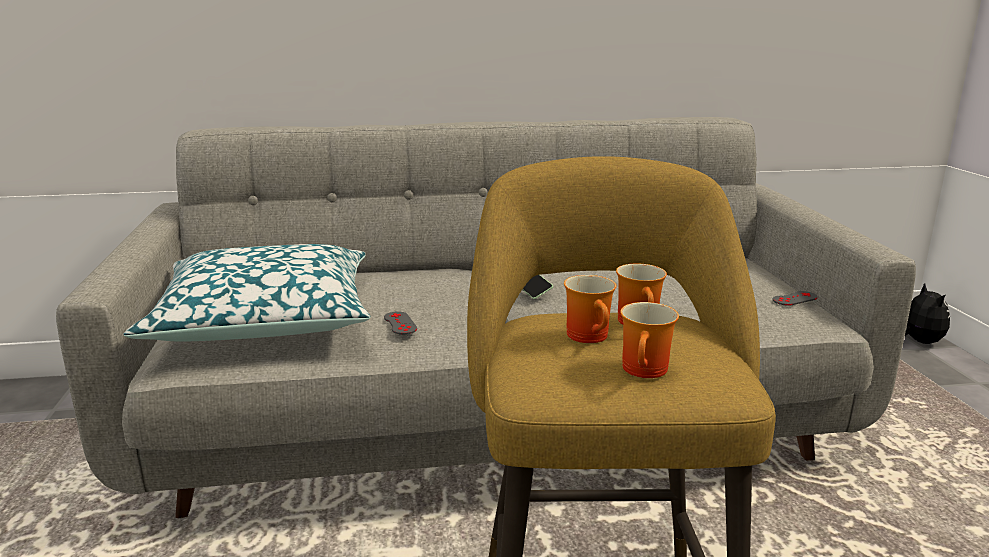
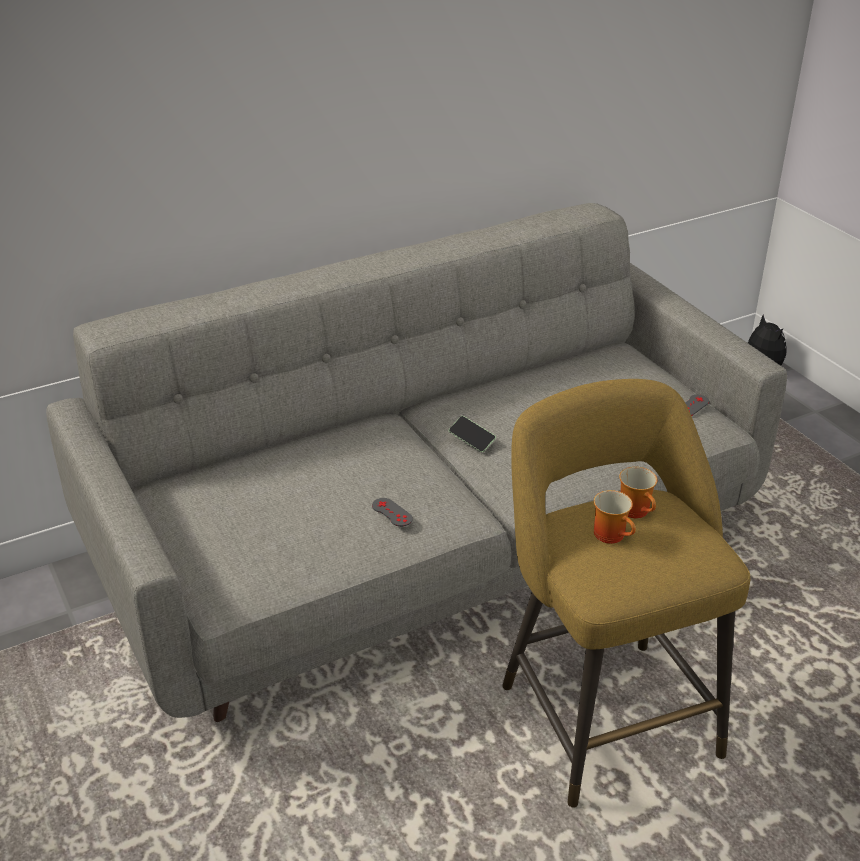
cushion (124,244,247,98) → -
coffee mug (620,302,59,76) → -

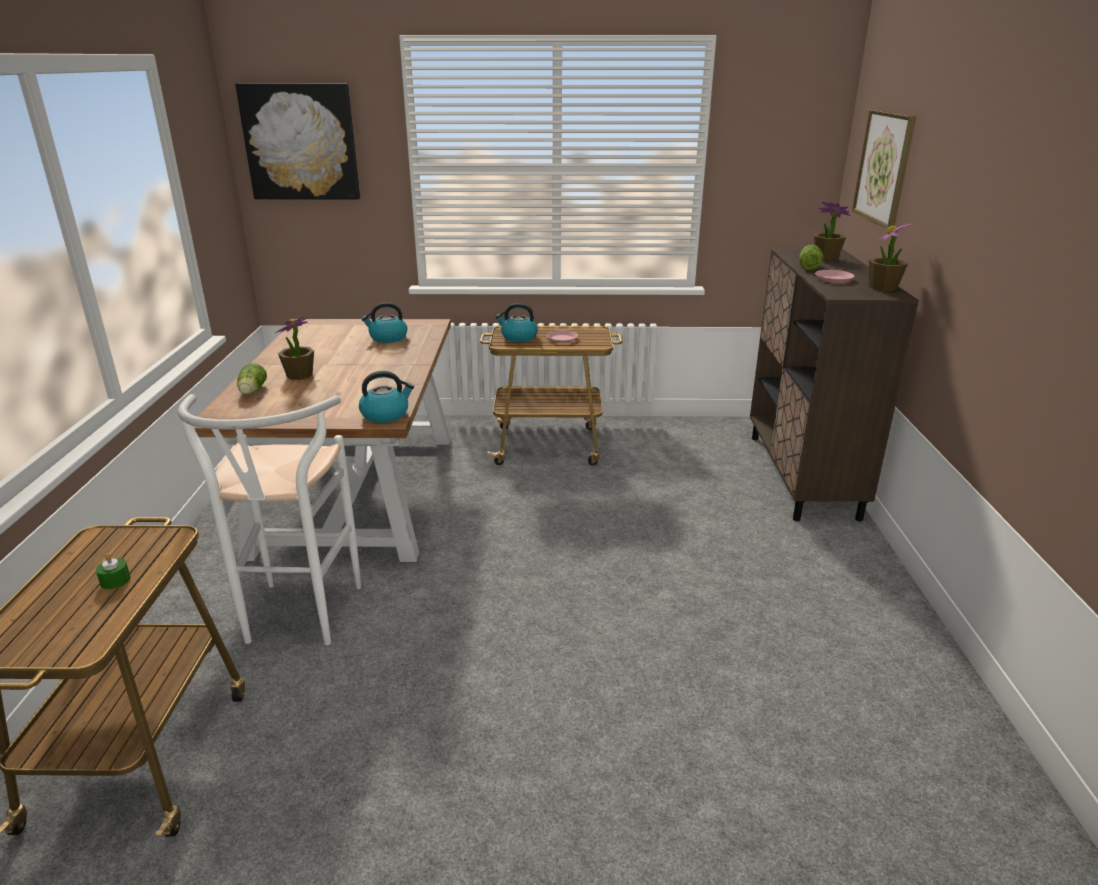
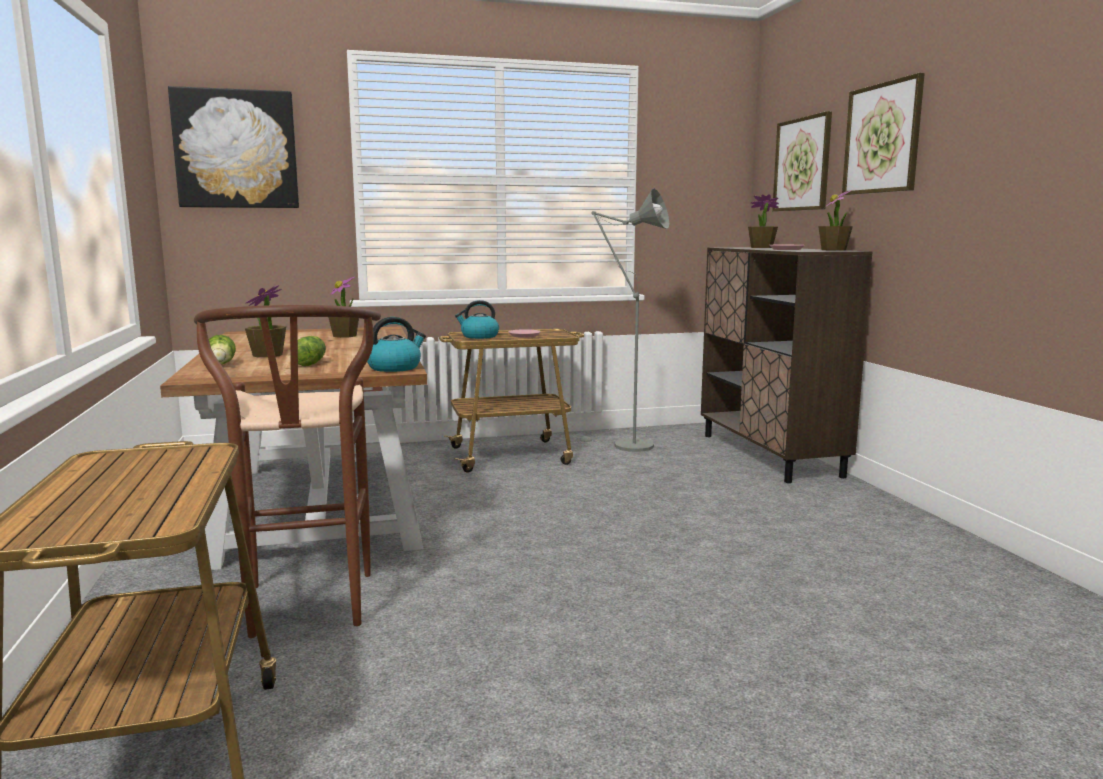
stool seat in white-coloured (177,394,184,251) → stool seat in brownish (194,305,187,333)
lettuce head (799,245,25,25) → lettuce head (298,336,28,30), relocated
tea kettle (361,302,46,41) → houseplant (328,276,31,62)
- → standing lamp in grey (576,188,93,264)
- → wall art (842,73,83,122)
wax candle in green (96,554,34,35) → -

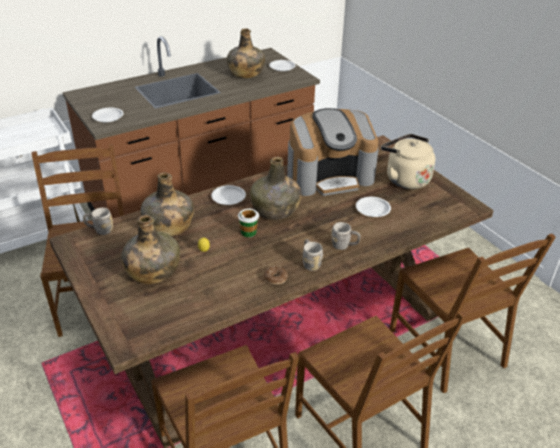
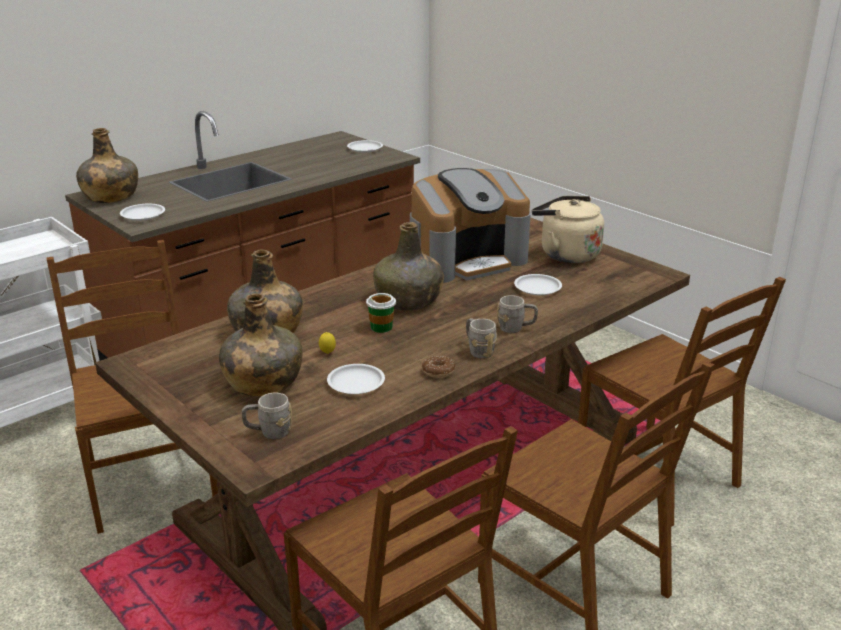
beverage bottle in green (227,28,38,50) → beverage bottle in green (76,128,62,75), relocated
coffee mug in grey (83,208,30,27) → coffee mug in grey (242,393,50,46), relocated
flat dish in white-coloured (211,185,35,20) → flat dish in white-coloured (327,364,58,30), relocated

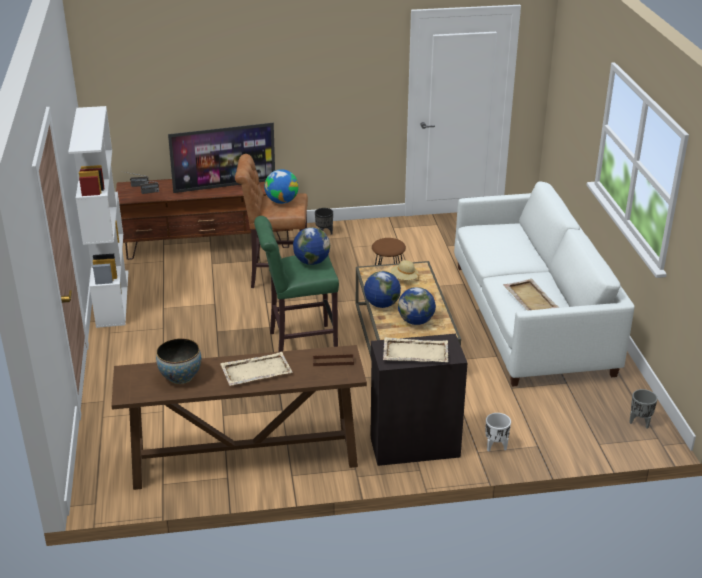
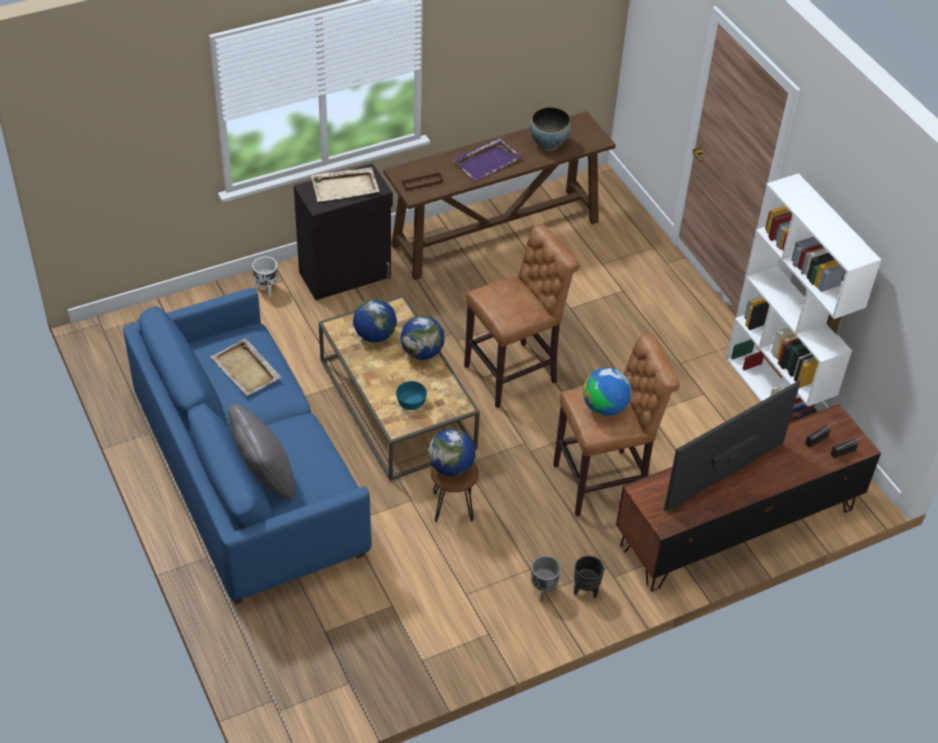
couch in white-coloured (454,181,180,206) → couch in bluish (123,288,249,316)
- → cushion in grey (228,403,67,97)
hat in sand-coloured (391,260,28,20) → deep dish in turquoise (396,381,31,29)
world globe (293,227,37,38) → world globe (428,429,47,47), relocated
carrying tray in sand-coloured (220,352,73,34) → carrying tray in purple-coloured (452,138,70,43)
stool seat in green (254,216,85,136) → stool seat in brownish (464,224,116,184)
plant pot in grey (629,389,29,40) → plant pot in grey (531,556,30,45), relocated

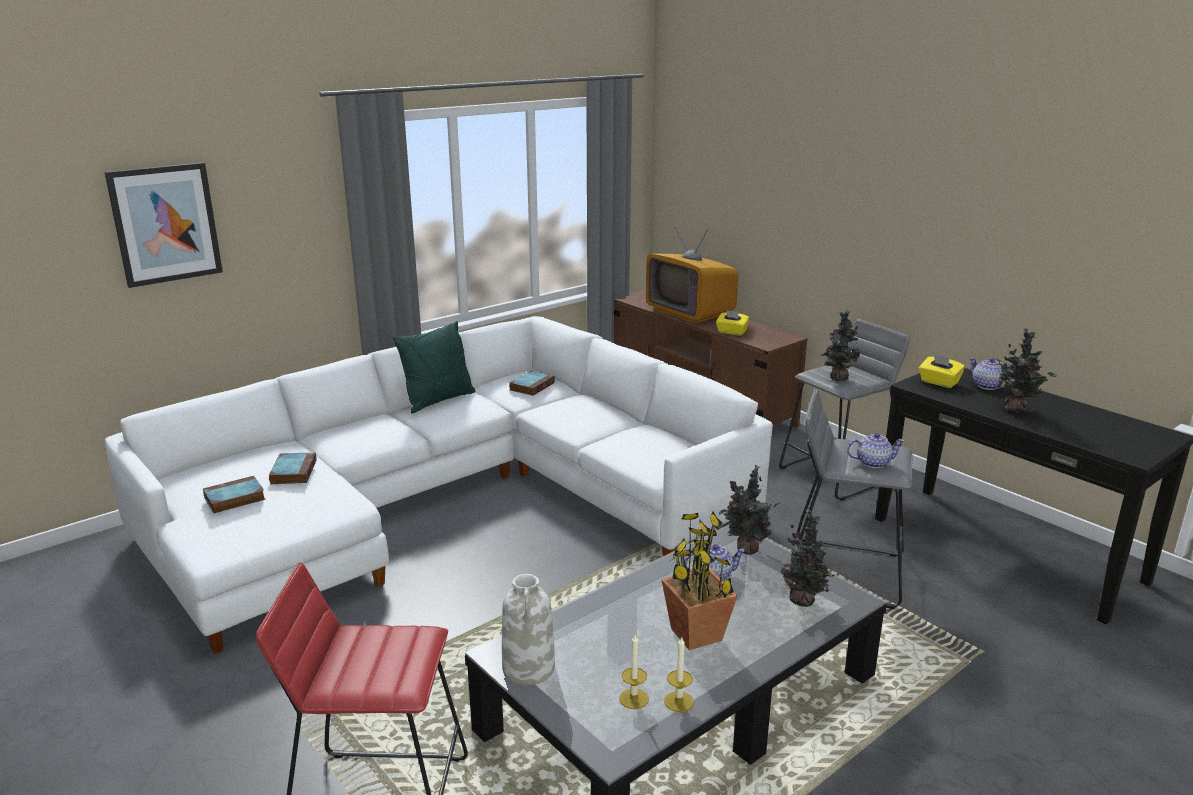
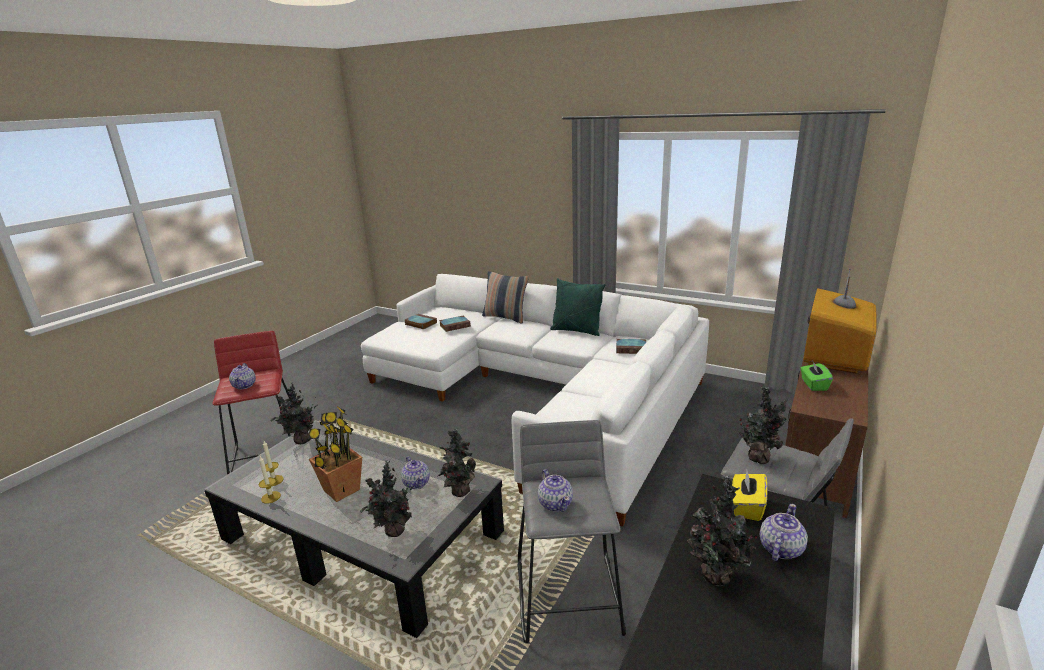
- → tea pot (229,363,27,26)
decorative vase in white-coloured (502,574,53,111) → houseplant (270,383,47,61)
- → cushion (482,271,47,52)
tissue holder in yellow-coloured (716,310,34,26) → tissue holder in green (801,360,32,31)
wall art (105,162,118,126) → -

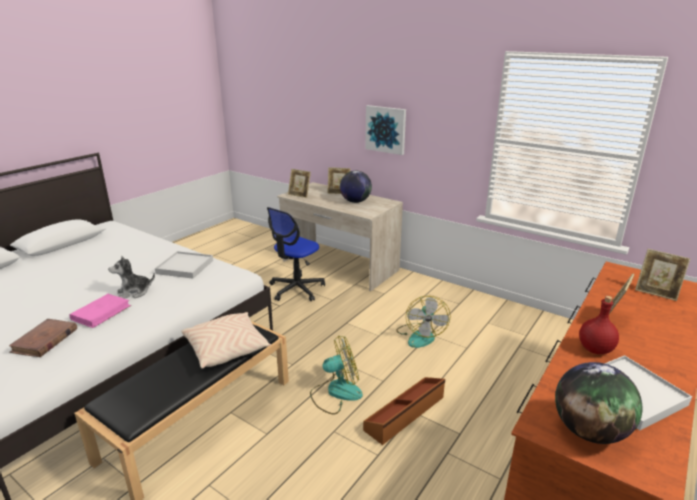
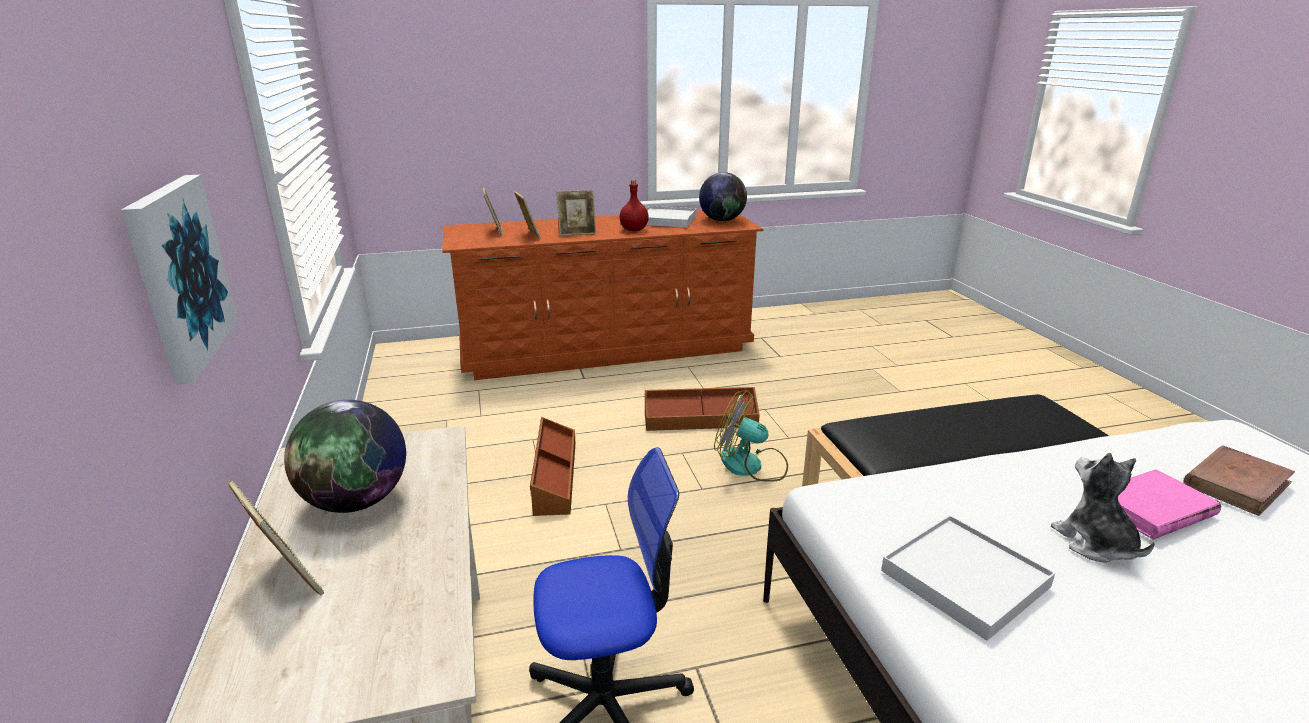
picture frame (288,169,23,29) → picture frame (514,191,27,48), relocated
cooling fan (396,296,55,52) → storage box in brownish (530,417,46,99)
cuddly toy (108,256,47,43) → cuddly toy (1051,453,104,110), 120 degrees counterclockwise
cushion in sand-coloured (181,312,90,57) → -

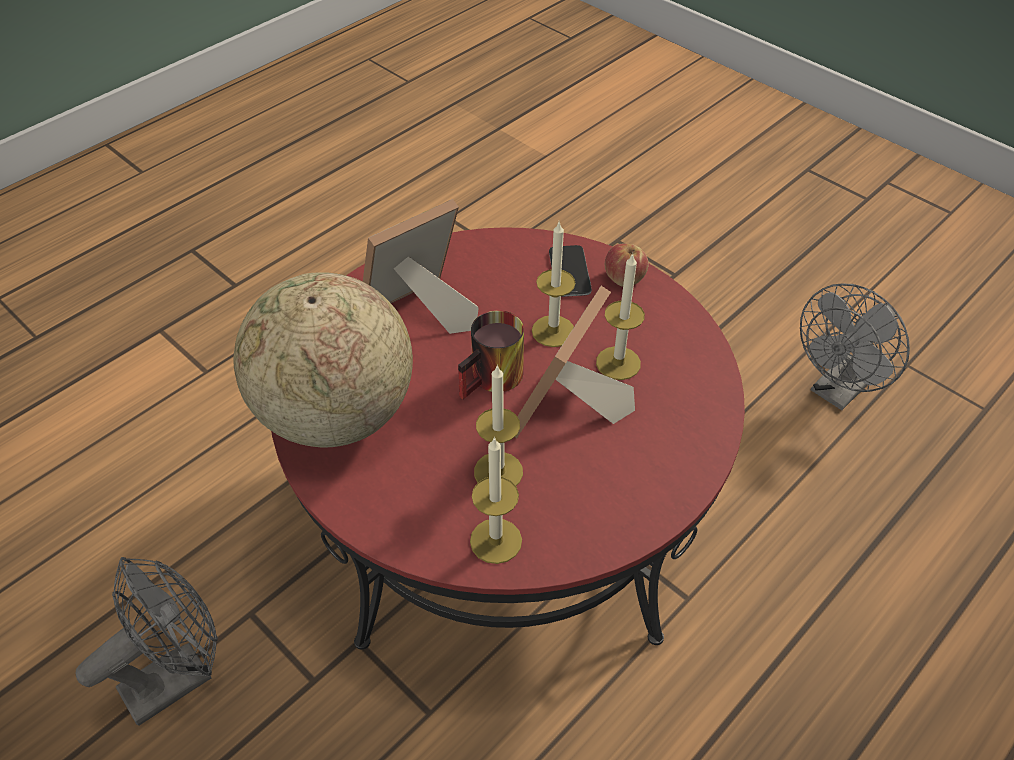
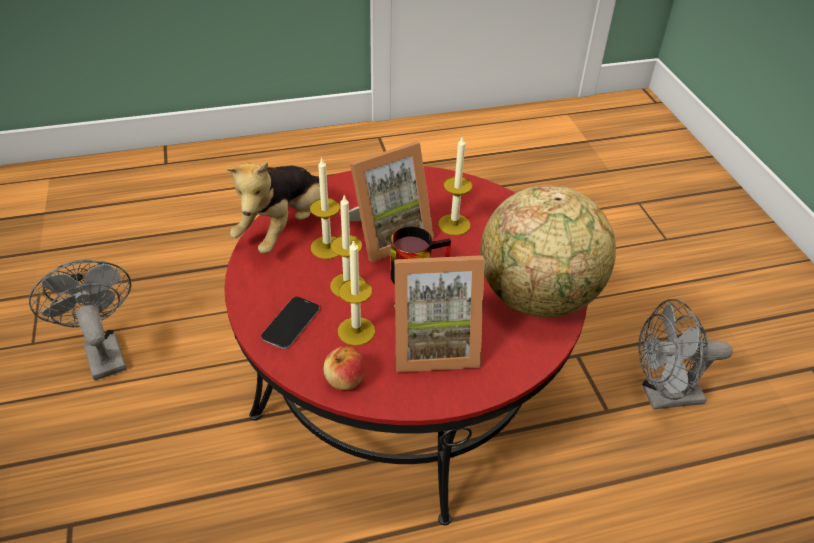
cooling fan in grey (800,284,110,126) → cooling fan in grey (29,260,102,120), 105 degrees counterclockwise
- → cuddly toy (226,162,94,92)
apple fruit (605,244,44,43) → apple fruit (323,346,42,44), relocated
wax candle (470,437,52,127) → wax candle (338,239,37,107), relocated

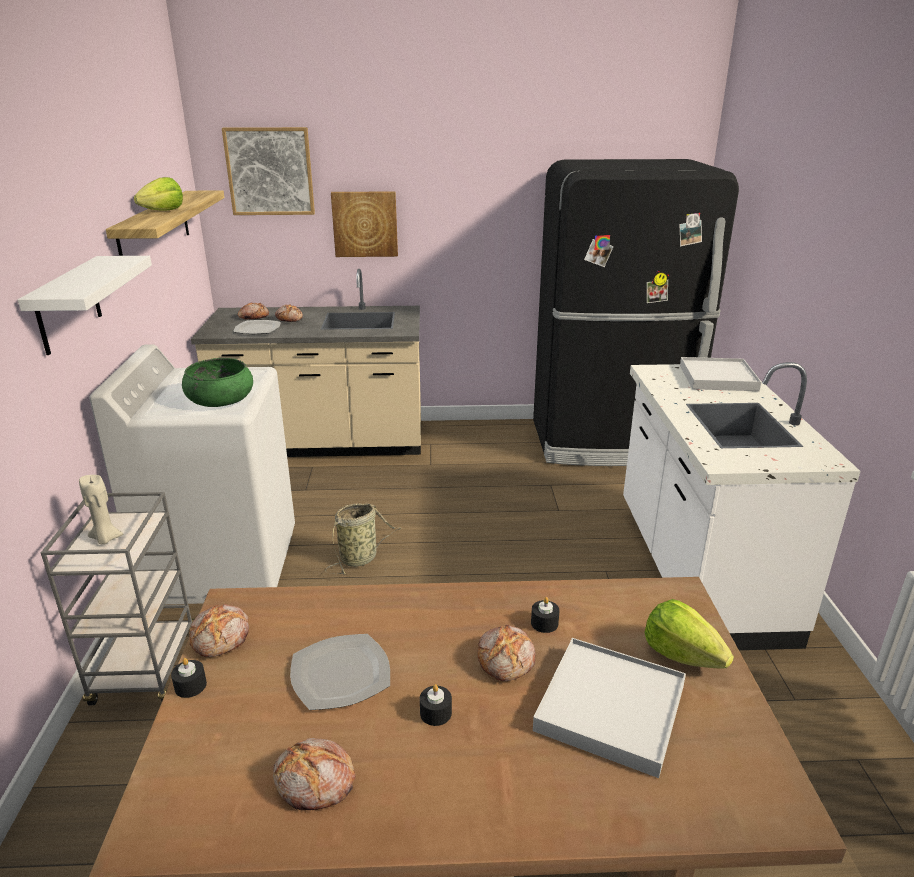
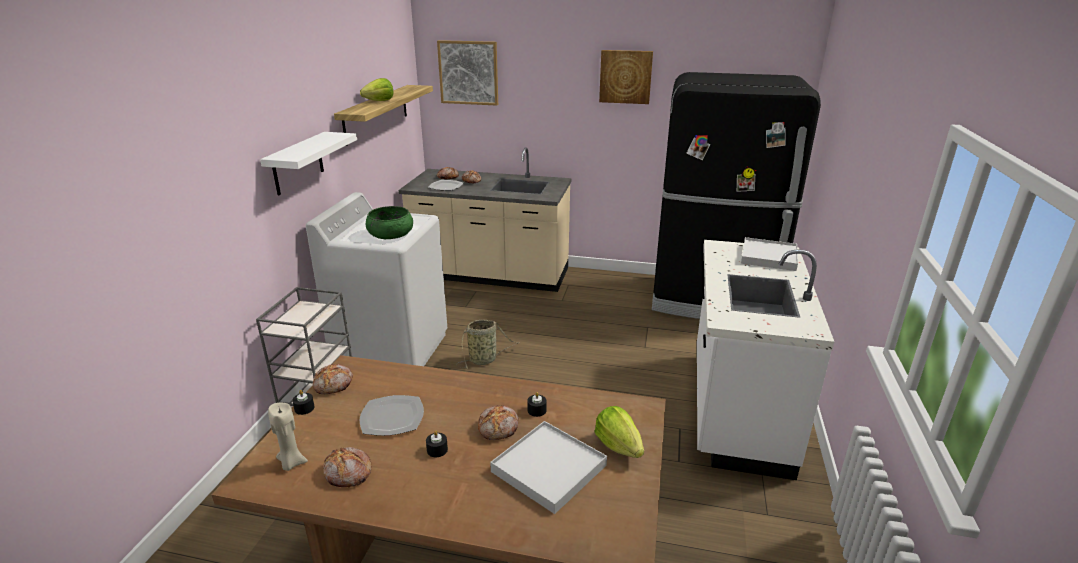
wax candle in sand-coloured (79,475,45,69) → wax candle in sand-coloured (268,403,40,68), relocated
wall art (331,191,67,66) → wall art (599,50,54,54), relocated

